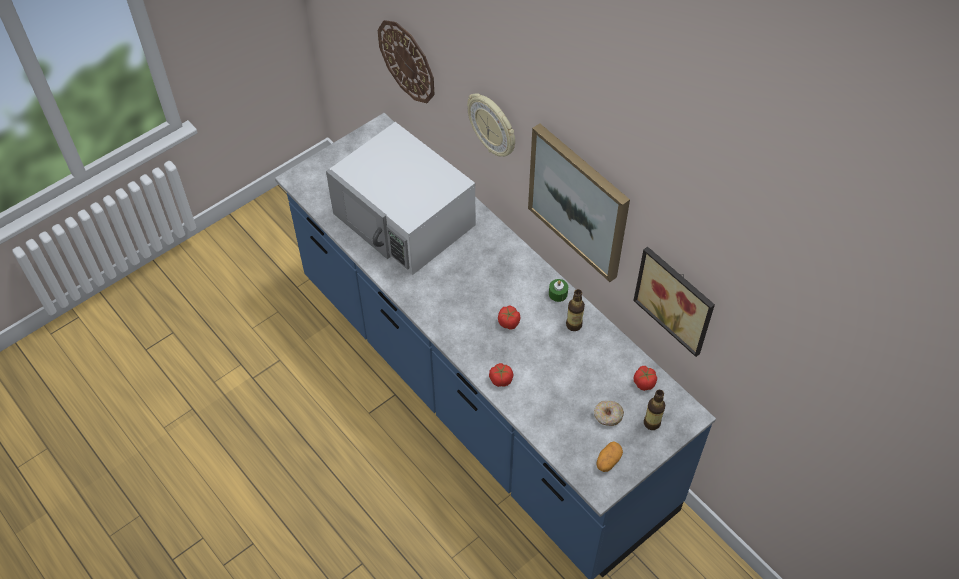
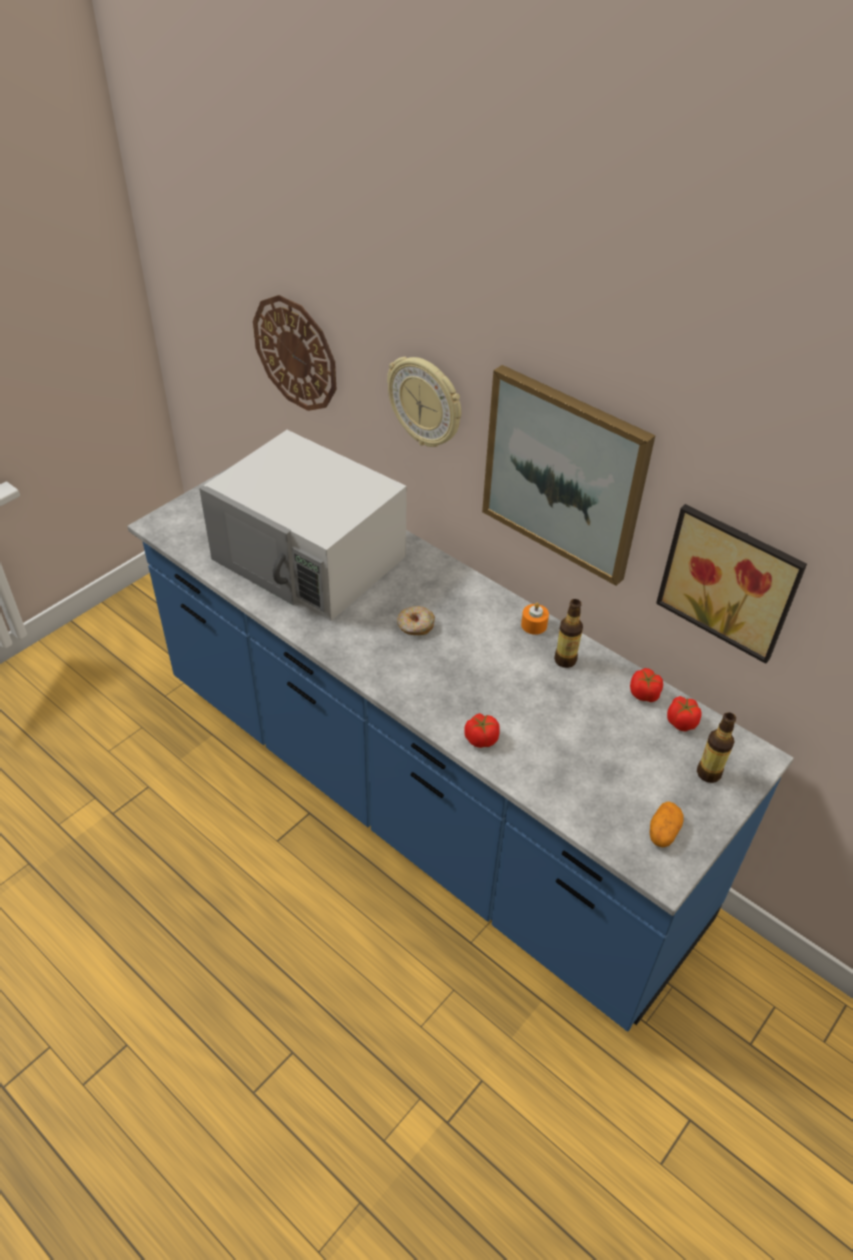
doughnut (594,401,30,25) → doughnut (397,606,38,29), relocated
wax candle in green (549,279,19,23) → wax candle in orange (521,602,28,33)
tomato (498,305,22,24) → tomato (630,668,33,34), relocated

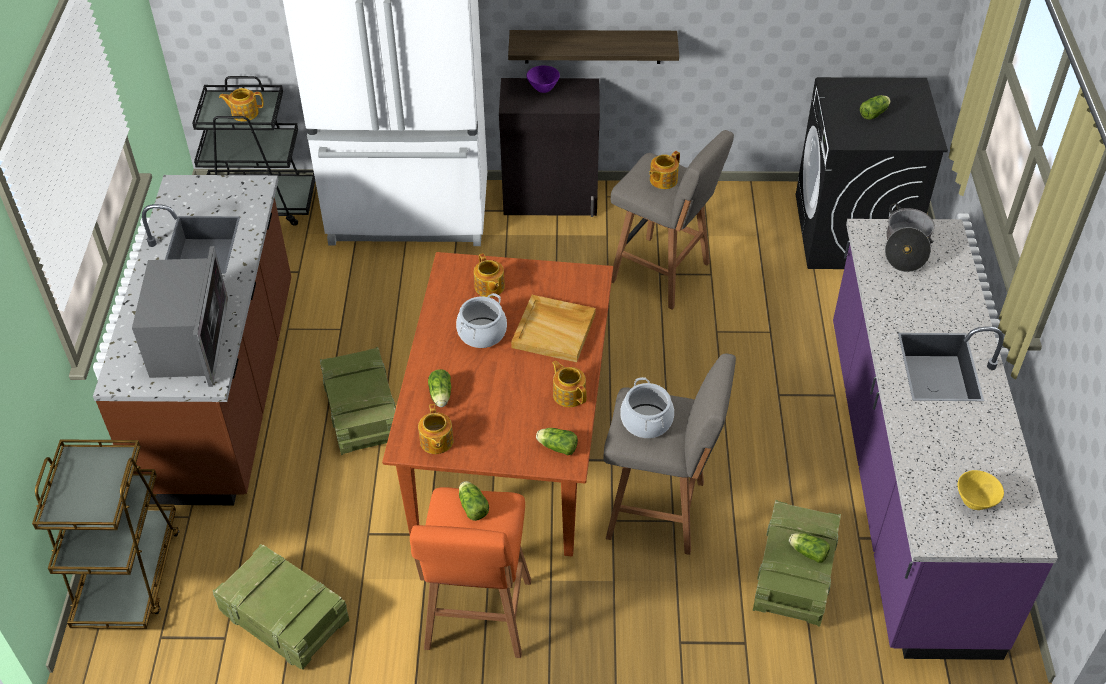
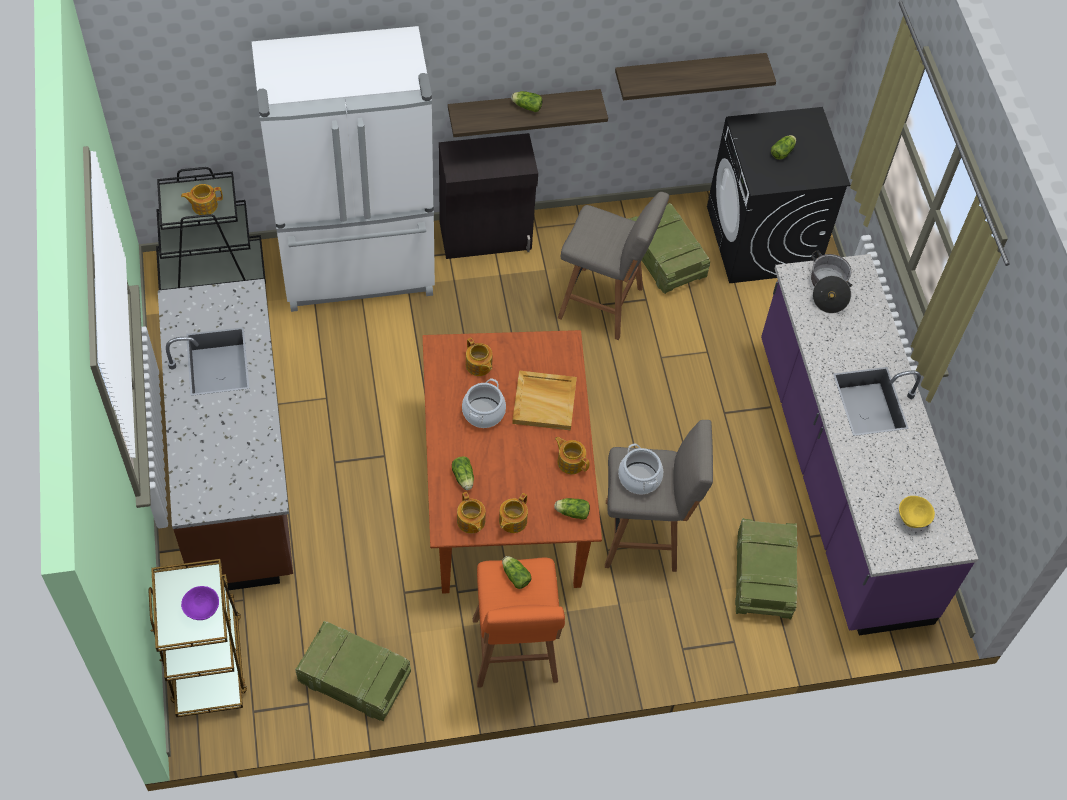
deep dish in purple-coloured (526,65,34,28) → deep dish in purple-coloured (181,586,38,34), relocated
tea pot (649,151,31,38) → tea pot (499,493,29,40), relocated
lettuce head (789,533,41,30) → lettuce head (511,91,31,21), relocated
- → shelf (615,53,161,47)
crate (320,347,76,108) → crate (628,203,82,91), relocated
microwave (132,246,96,141) → -

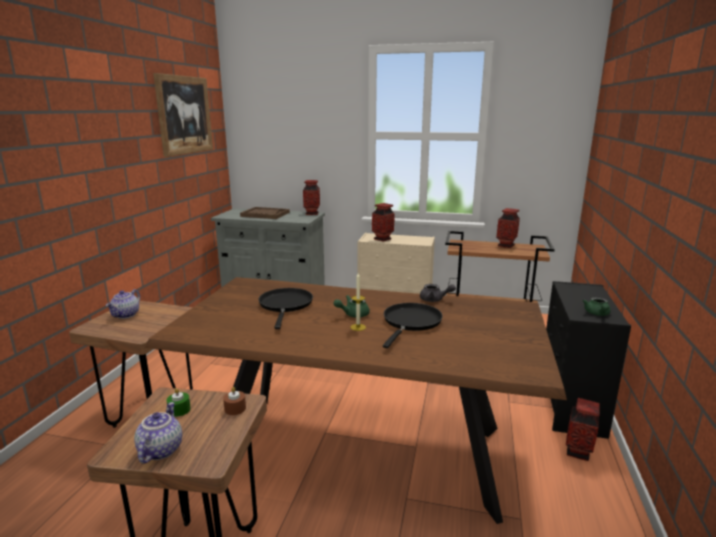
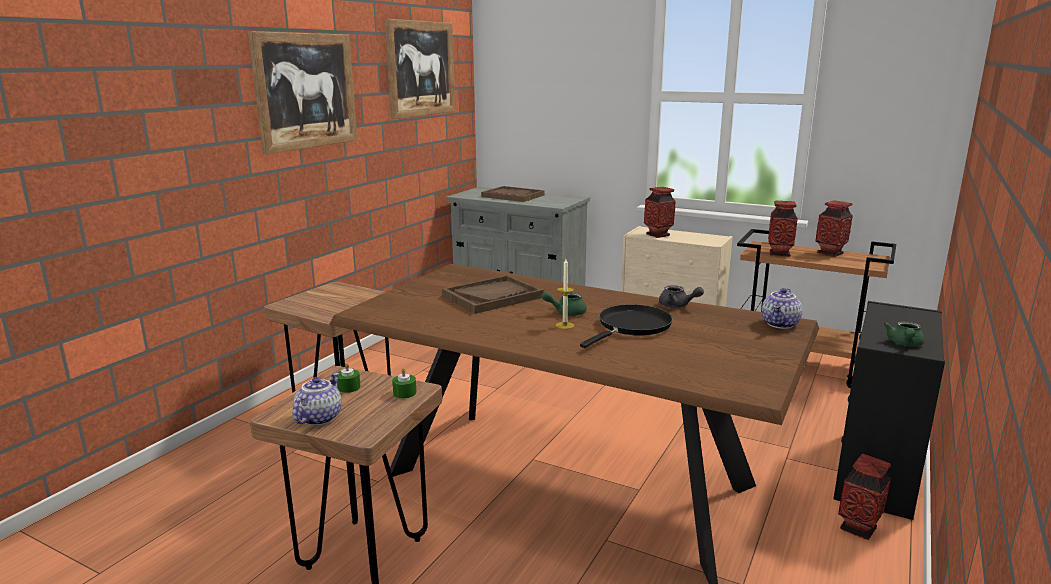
- → wall art (248,31,109,123)
wax candle in brownish (223,387,23,28) → wax candle in green (392,368,25,31)
frying pan in blackish (258,288,55,41) → carrying tray in brownish (442,275,101,39)
tea pot (106,289,34,30) → tea pot (762,288,40,41), relocated
decorative vase (303,180,17,35) → decorative vase (768,201,30,56), relocated

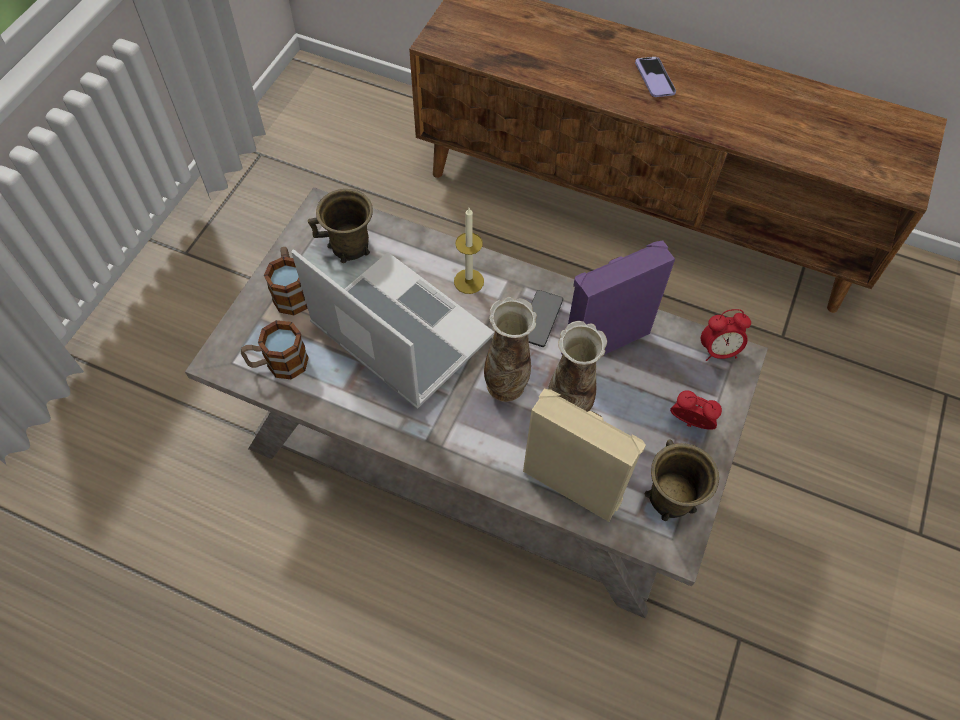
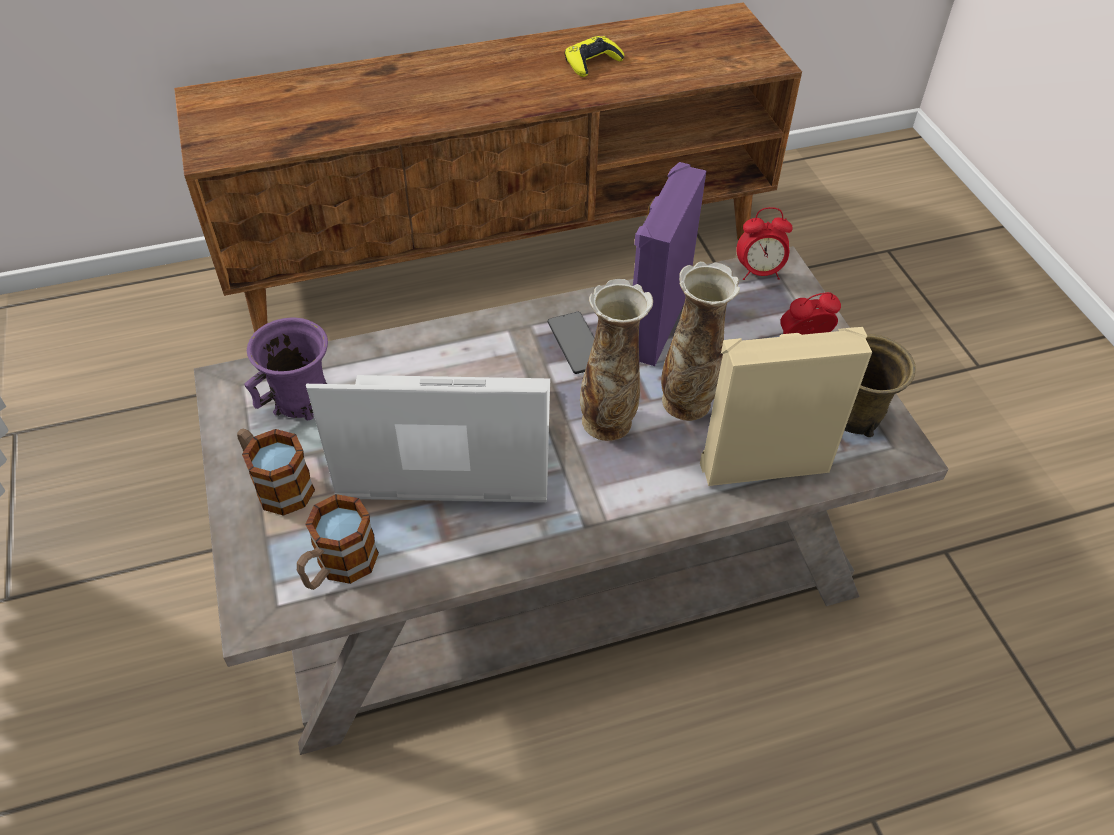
coffee mug in brownish (308,189,65,74) → coffee mug in purple-coloured (245,317,83,103)
- → game controller in yellow-coloured (565,36,59,41)
table clock (701,309,50,52) → table clock (736,207,57,73), 45 degrees clockwise
wax candle (454,208,30,86) → -
handset (635,57,41,40) → -

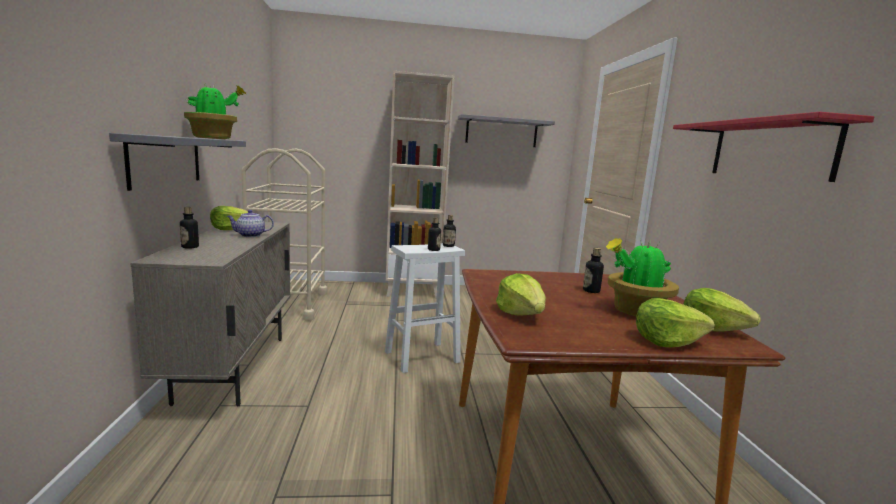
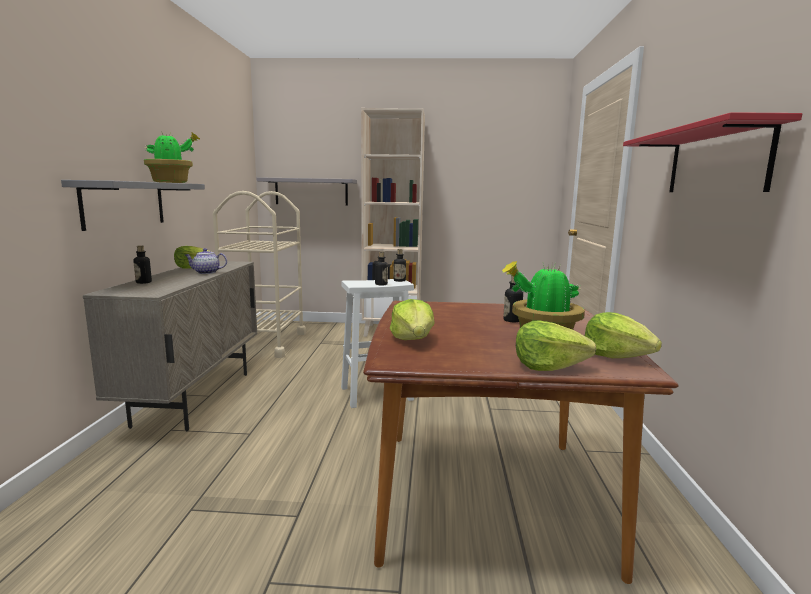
shelf in grey (458,114,97,33) → shelf in grey (257,177,100,29), relocated

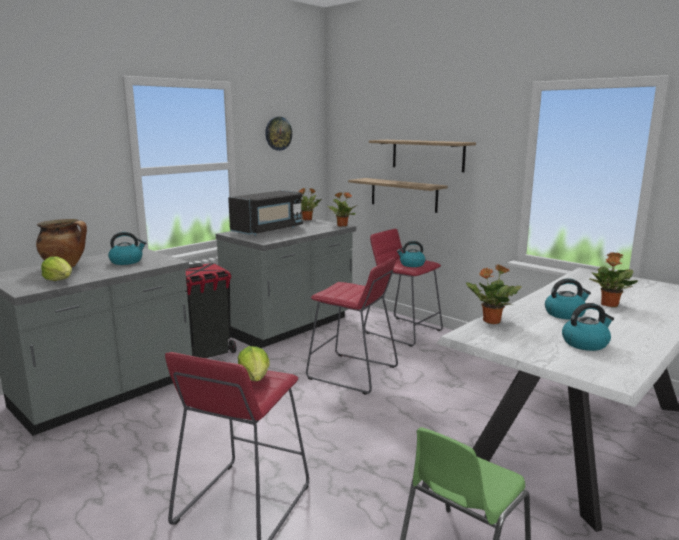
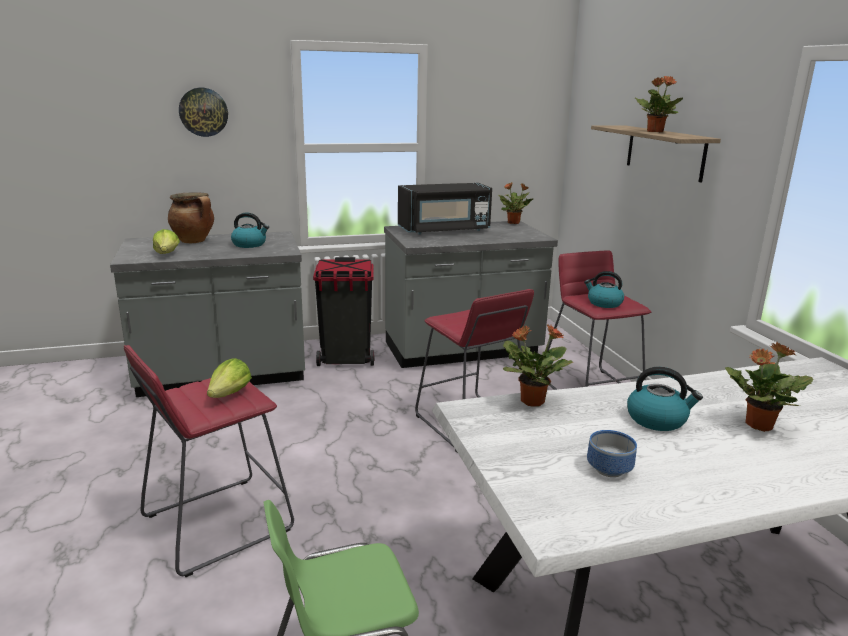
hanging clock (265,117,27,34) → hanging clock (179,88,49,49), relocated
tea kettle (562,303,52,48) → deep dish (587,430,50,47)
houseplant (328,192,29,35) → houseplant (635,76,48,56), relocated
shelf (348,178,100,35) → -

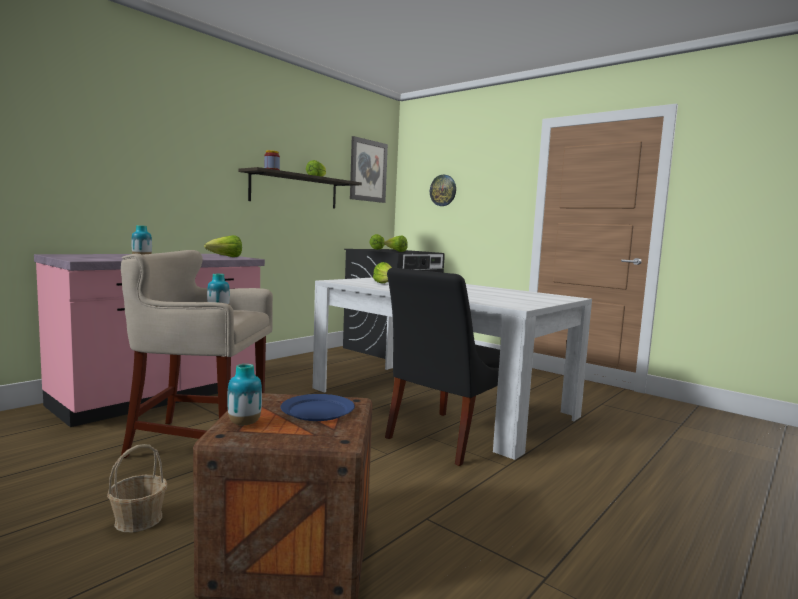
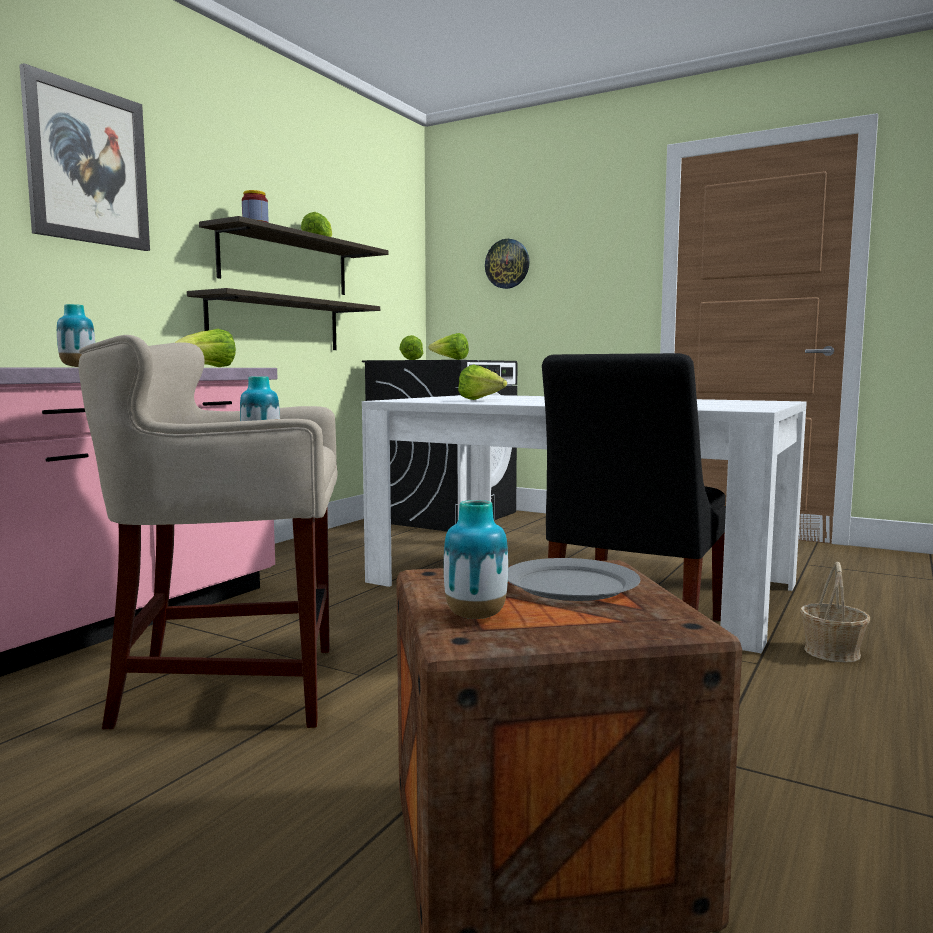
wall art (350,136,38,67) → wall art (19,63,131,188), relocated
- → shelf (187,288,193,62)
flat dish in bluish (281,394,74,27) → flat dish in grey (508,558,132,43)
basket (107,444,60,88) → basket (800,562,70,101), relocated

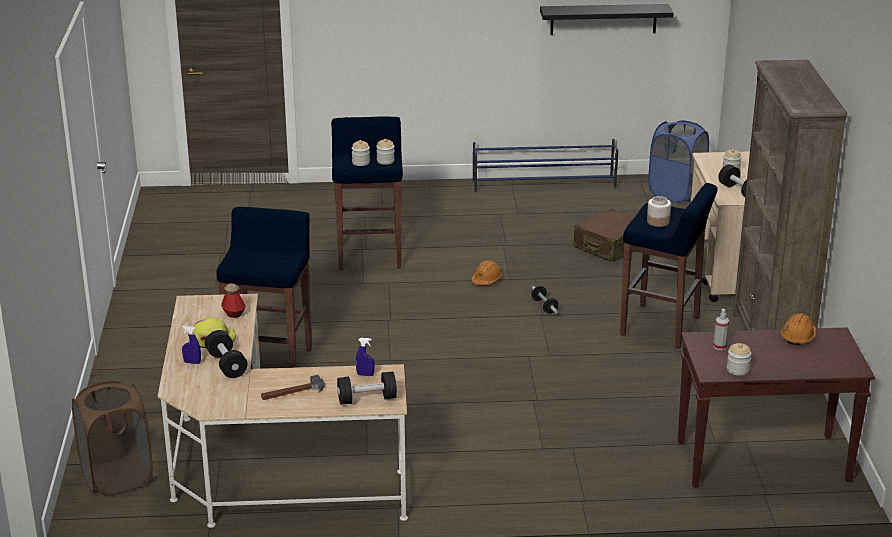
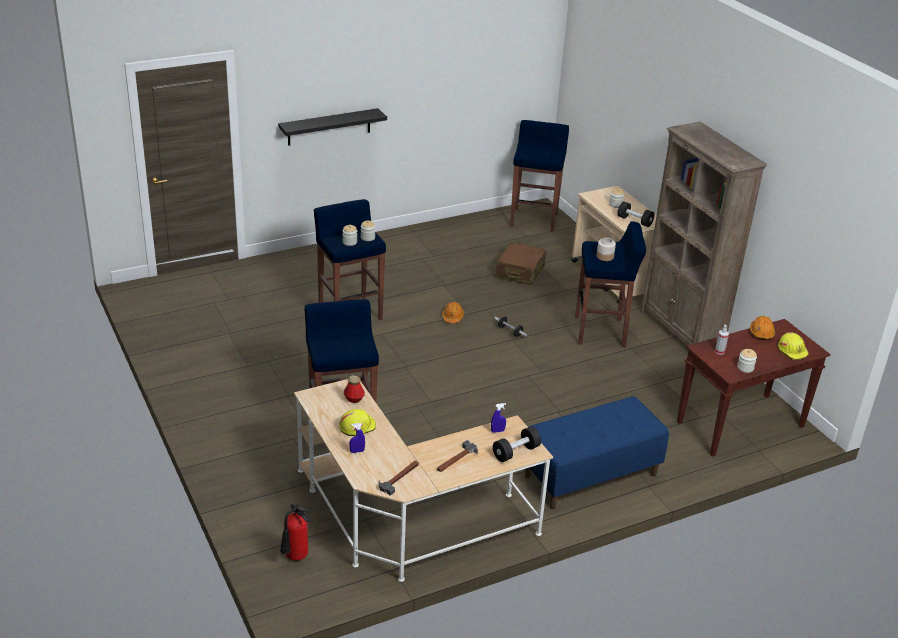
shelf in blackish (540,4,134,31) → shelf in blackish (278,108,109,38), relocated
washing basket in brownish (72,380,81,116) → fire-fighting cylinder (280,504,30,57)
- → hammer (378,460,41,36)
washing basket in bluish (648,120,61,83) → stool seat in bluish (510,120,59,112)
- → indoor bench in bluish (525,397,144,112)
- → hard hat in yellow-coloured (778,332,31,28)
hand weight in blackish (205,330,43,48) → -
shoe shelf in bluish (472,139,147,53) → -

